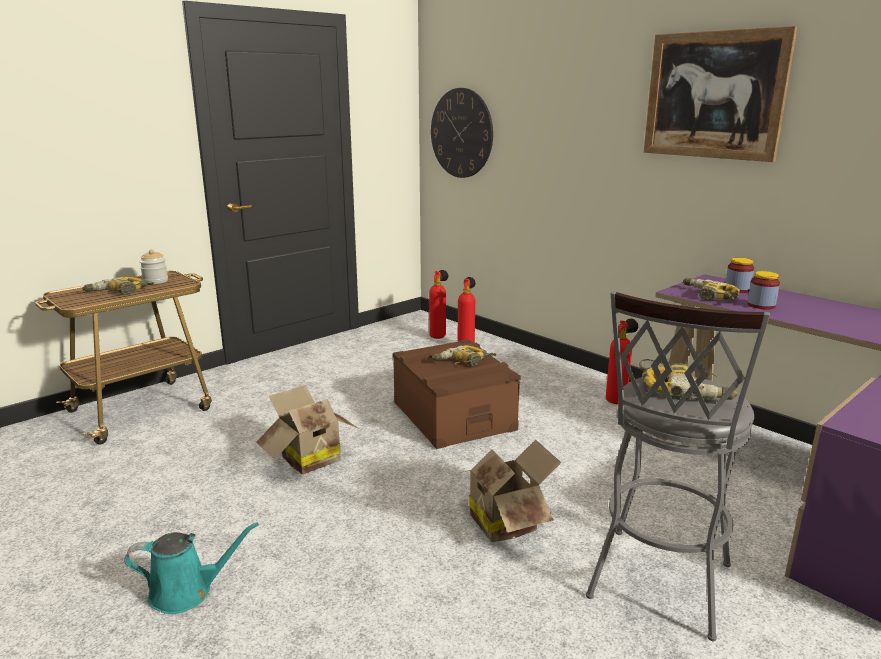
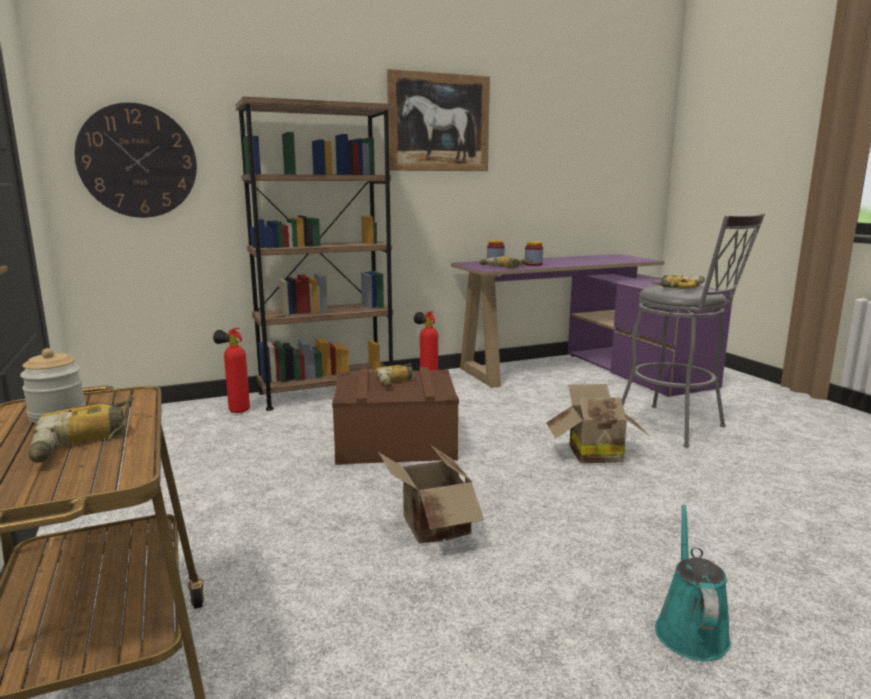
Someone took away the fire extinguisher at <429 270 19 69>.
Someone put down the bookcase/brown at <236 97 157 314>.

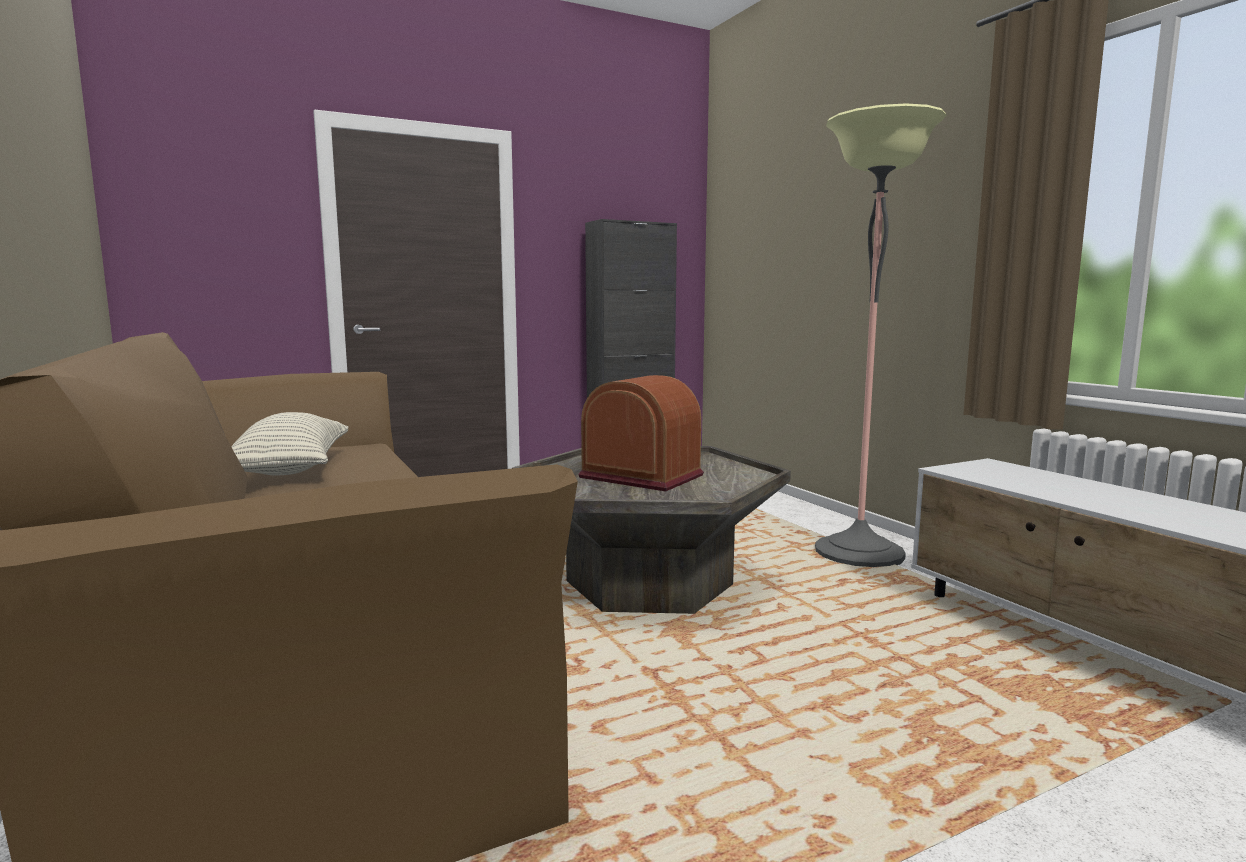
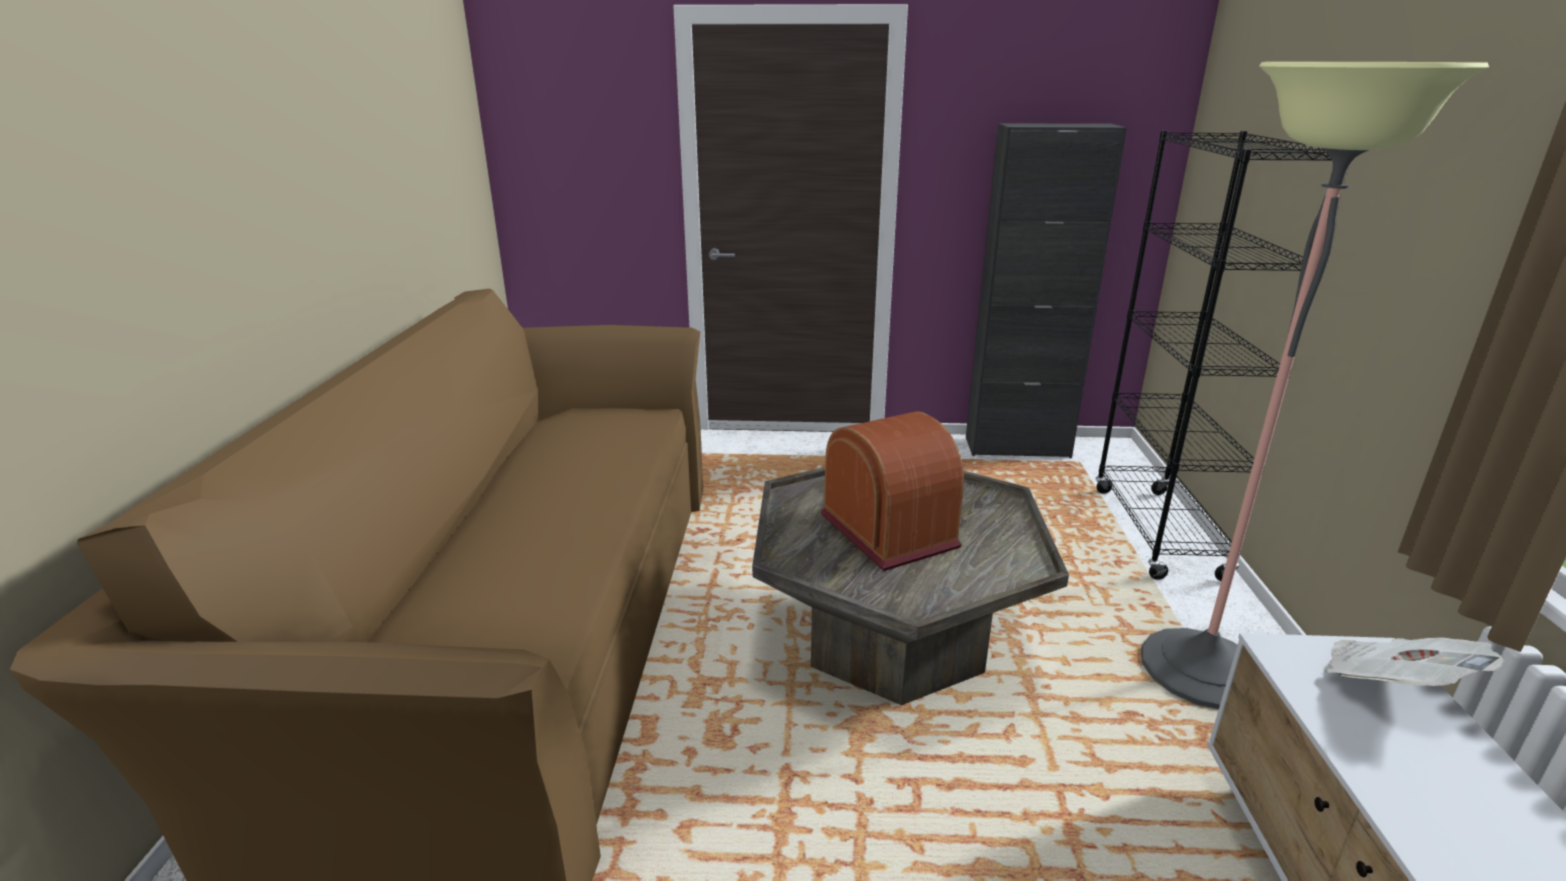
Someone took away the pillow at <231 412 117 64>.
Someone put down the bookcase/black at <1095 131 237 450>.
Someone put down the newspaper at <1325 637 178 49>.

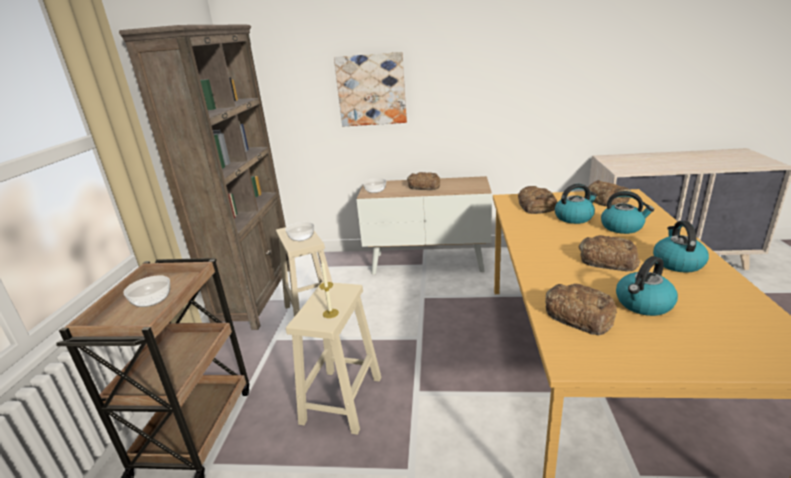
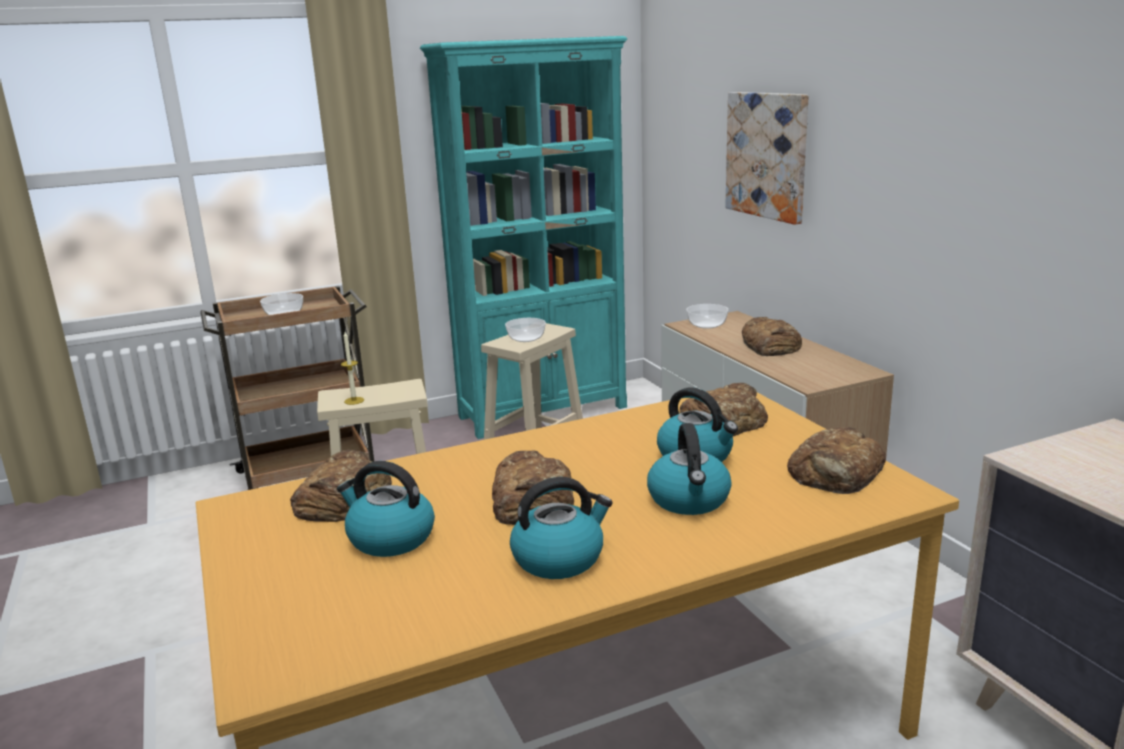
Someone repainted the bookcase/brown at <119 25 170 305>, which became the bookcase/turquoise at <420 36 207 403>.

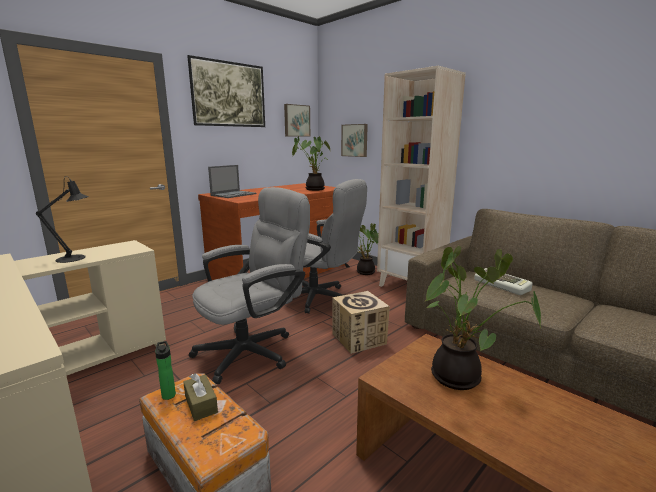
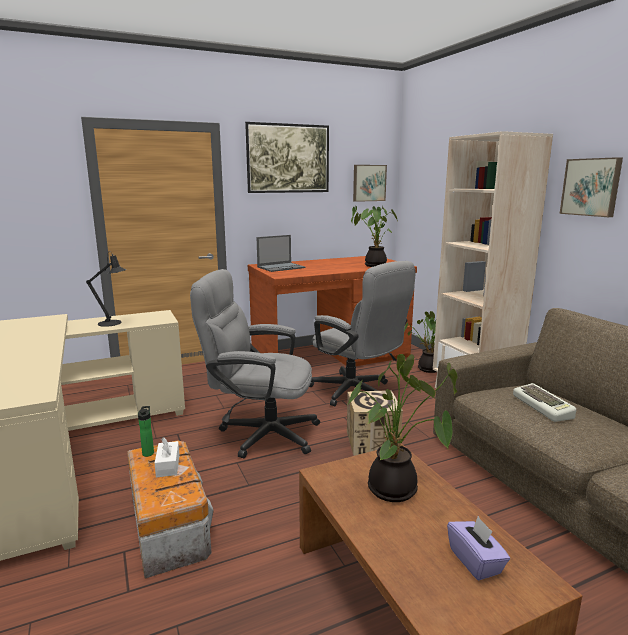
Someone put down the tissue box/purple at <447 516 63 64>.
Someone carried the picture from <341 124 27 33> to <559 157 64 60>.
Someone repainted the tissue box/brown at <183 373 35 48>, which became the tissue box/white at <155 437 24 40>.
Someone rotated the office chair/grey at <189 187 121 197> by 150 degrees counterclockwise.

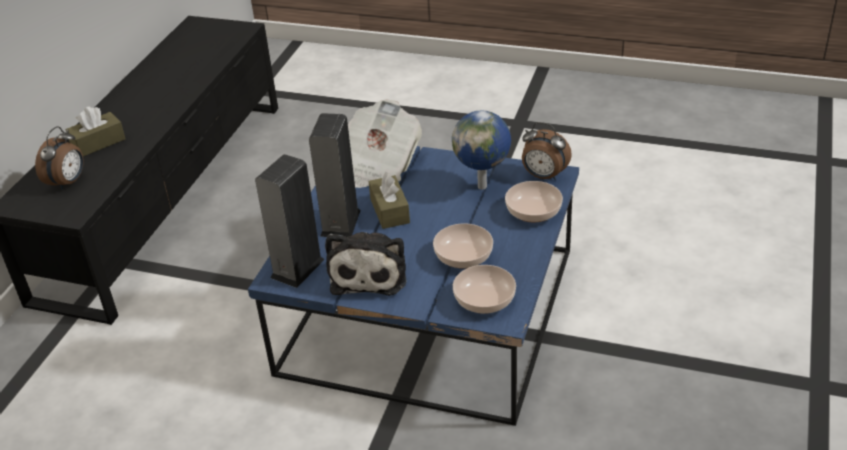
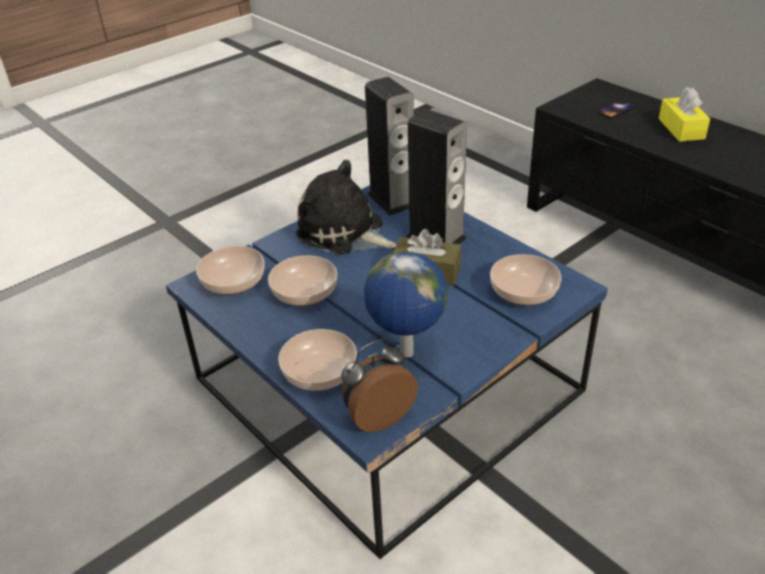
Someone swapped the alarm clock at <35 127 48 63> for the phone at <597 100 39 19>.
Someone swapped the newspaper at <348 99 74 89> for the bowl at <490 254 72 52>.
Someone repainted the tissue box/brown at <66 106 60 50>, which became the tissue box/yellow at <659 87 51 55>.

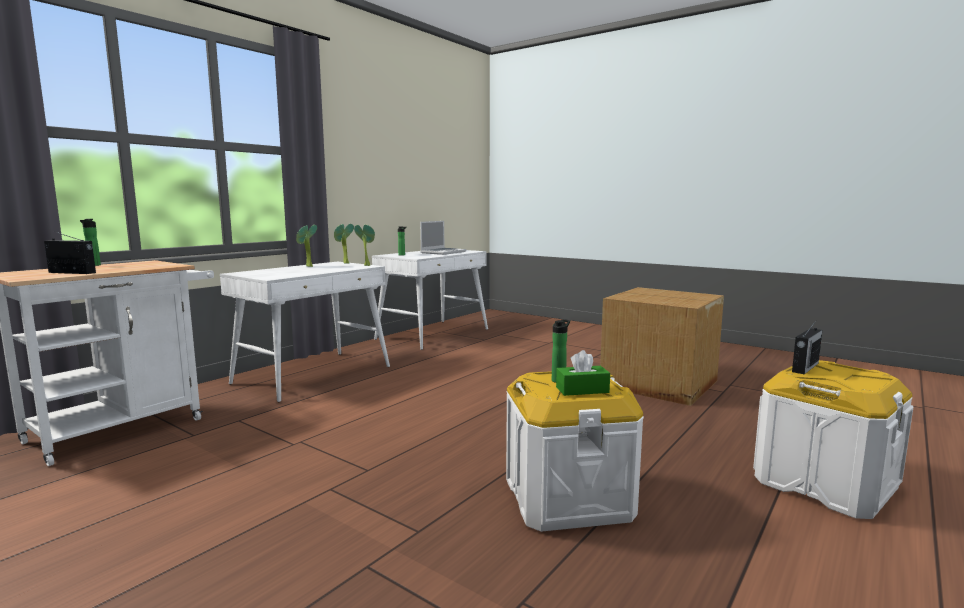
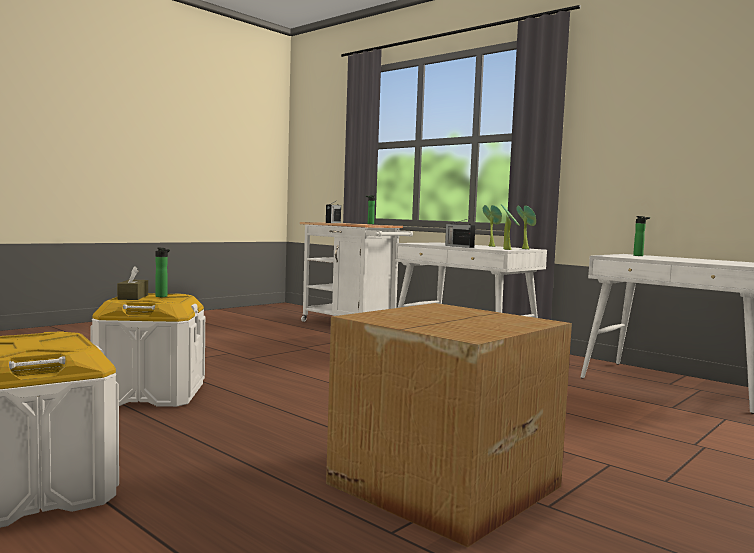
Someone took away the laptop at <420 221 46 34>.
Someone carried the radio from <792 321 30 53> to <445 218 30 30>.
Someone repainted the tissue box/green at <556 350 54 46>, which became the tissue box/brown at <117 266 31 34>.

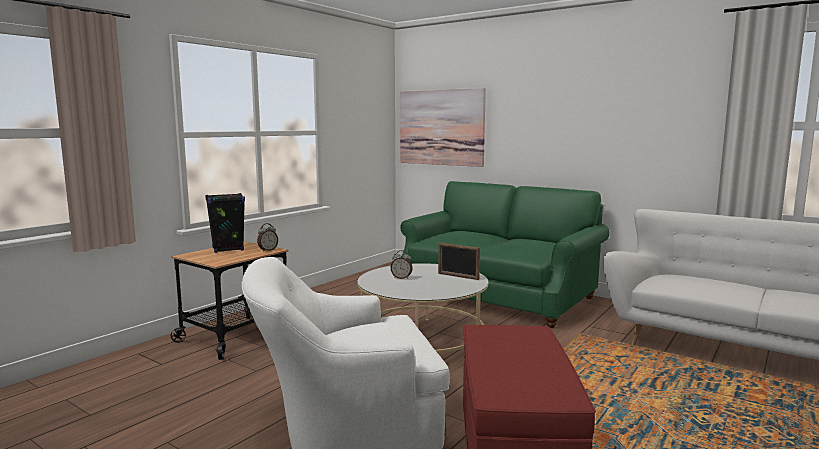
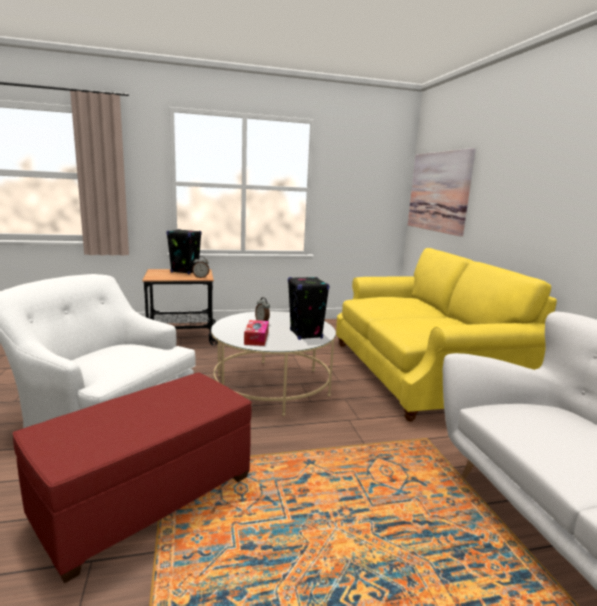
Someone put down the tissue box at <244 320 25 26>.
Someone swapped the picture frame at <438 243 42 37> for the speaker/black at <288 277 41 63>.
Someone repainted the sofa/green at <400 181 210 147>, which became the sofa/yellow at <336 248 221 174>.

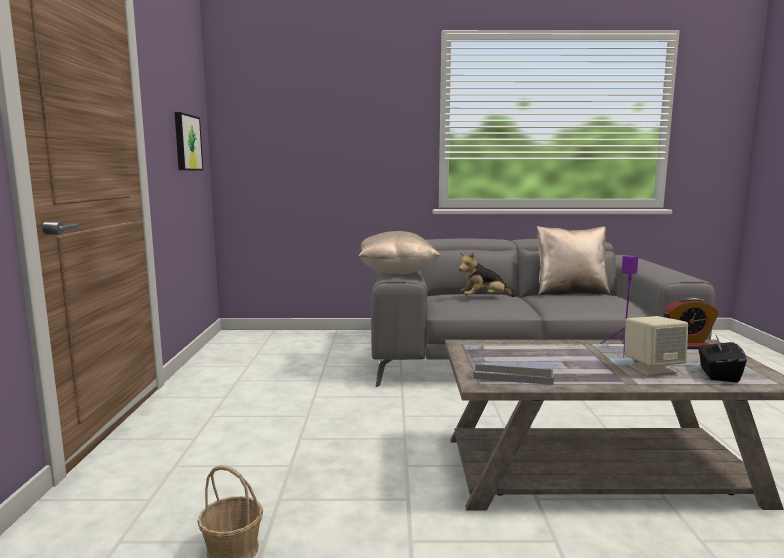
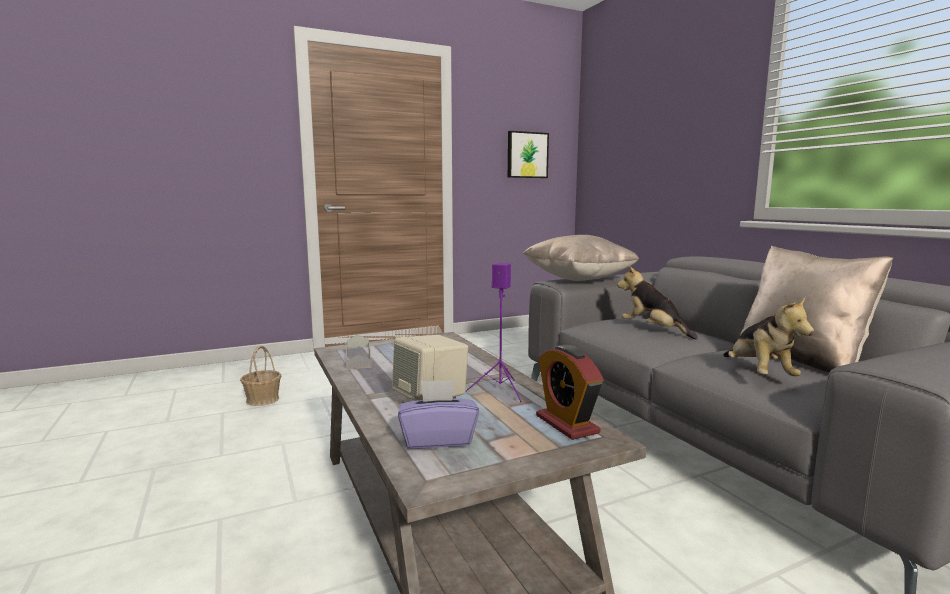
Someone put down the plush toy at <723 297 91 79>.
Someone repainted the tissue box/black at <698 335 49 47>, which became the tissue box/purple at <398 380 81 69>.

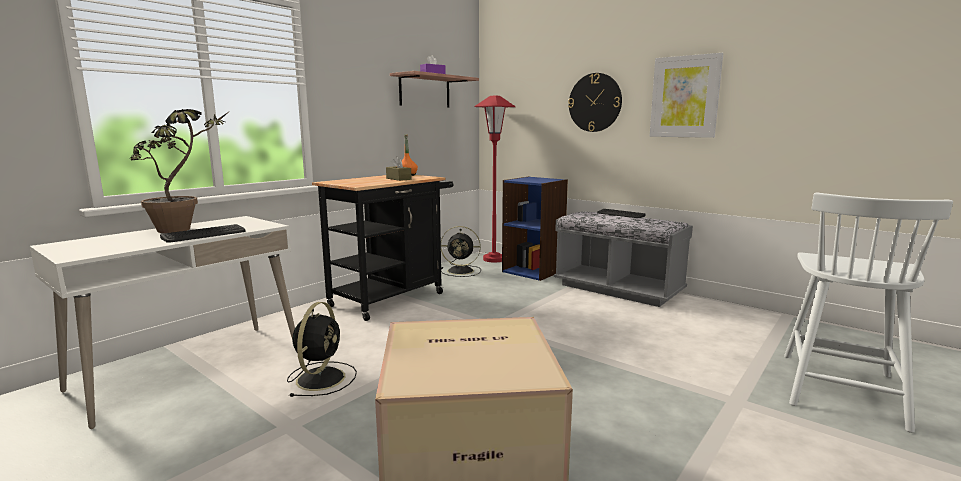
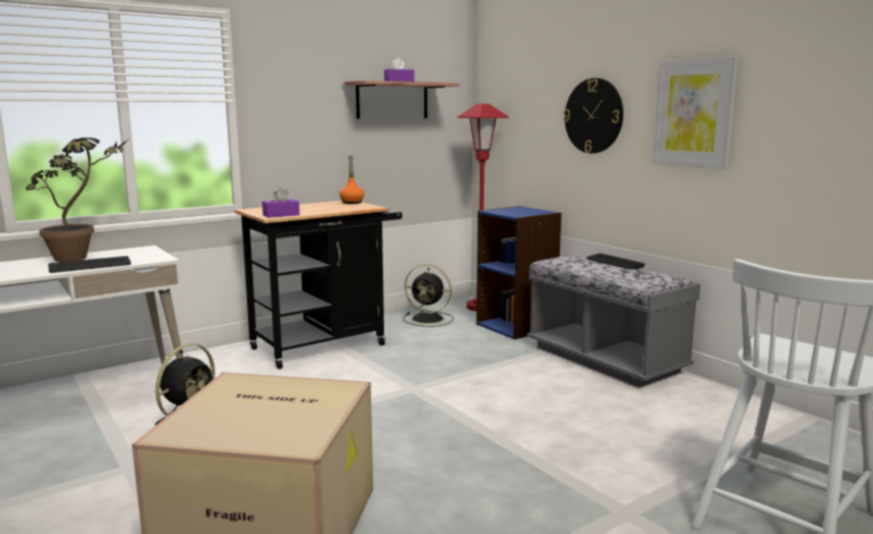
Someone took away the tissue box/brown at <386 156 25 25>.
Someone put down the tissue box/purple at <262 187 38 31>.

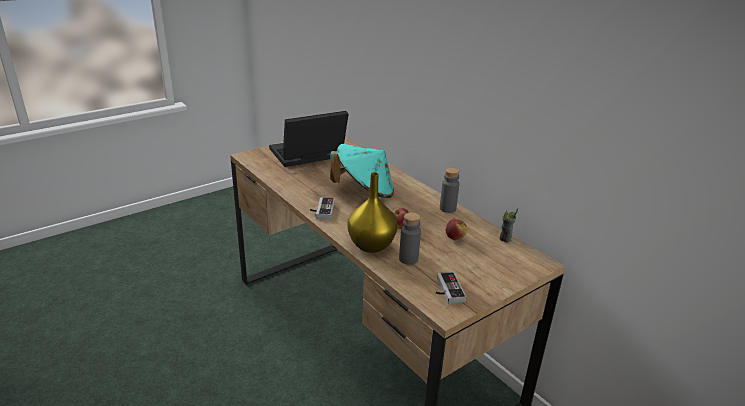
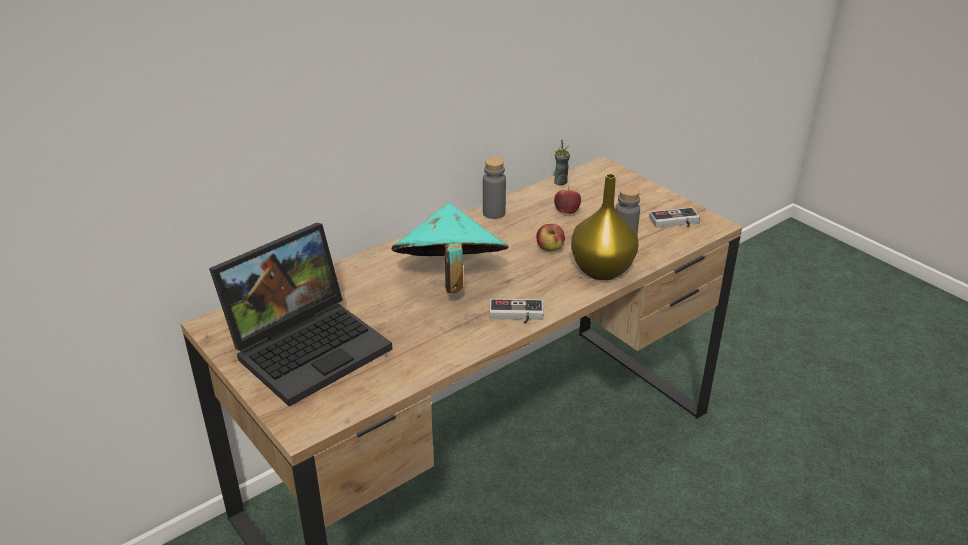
Someone rotated the laptop at <269 111 79 56> by 105 degrees counterclockwise.

